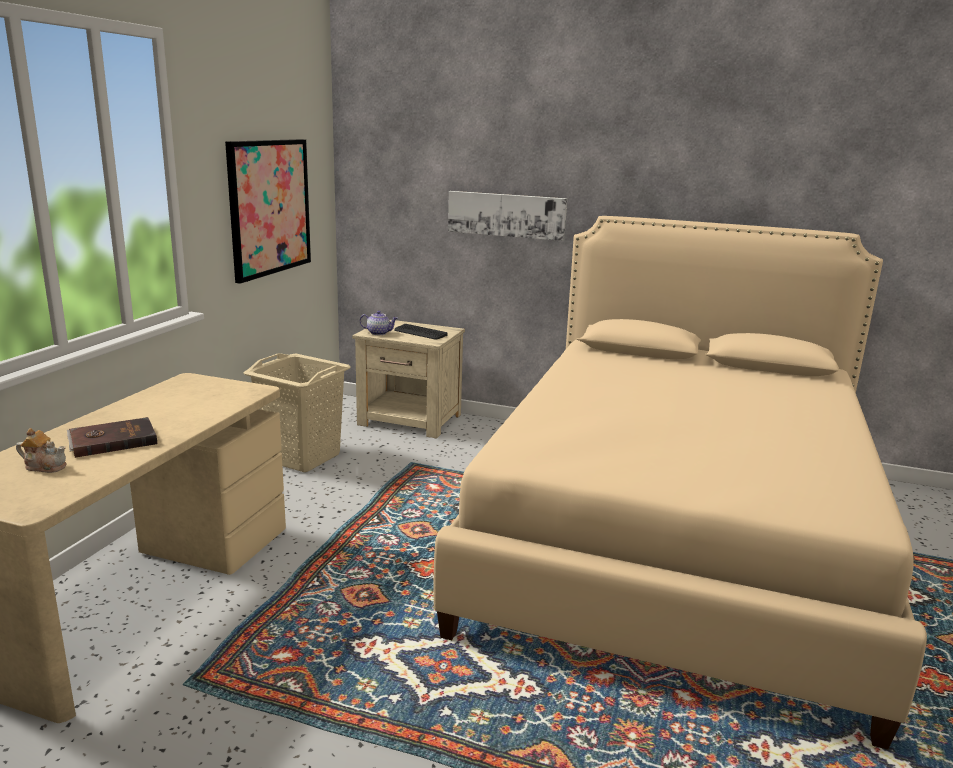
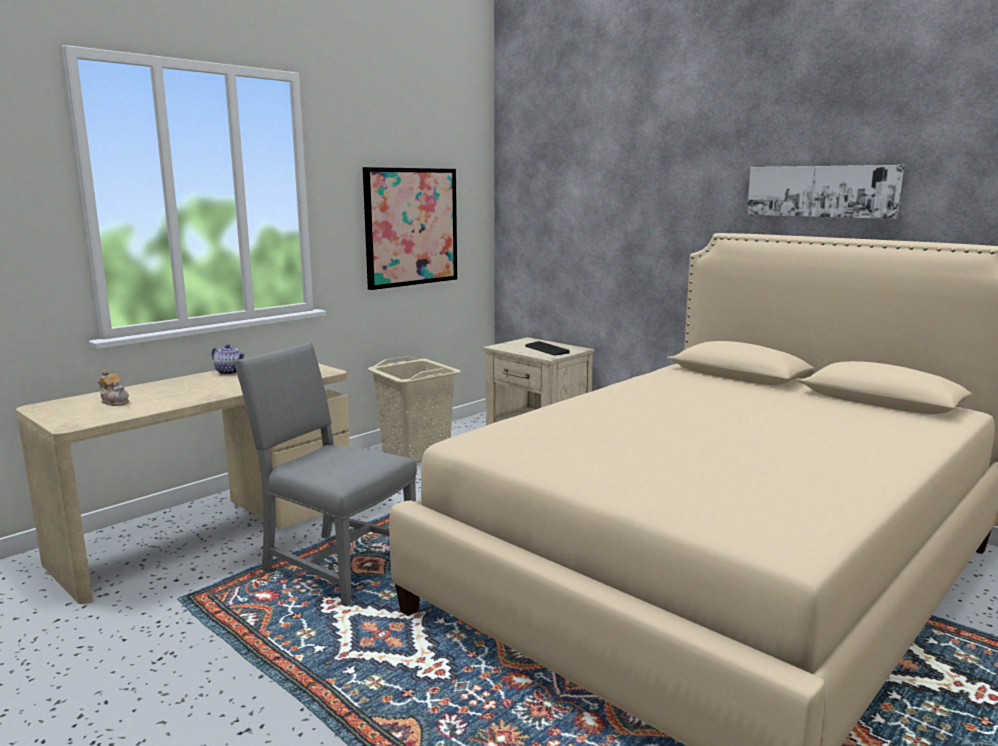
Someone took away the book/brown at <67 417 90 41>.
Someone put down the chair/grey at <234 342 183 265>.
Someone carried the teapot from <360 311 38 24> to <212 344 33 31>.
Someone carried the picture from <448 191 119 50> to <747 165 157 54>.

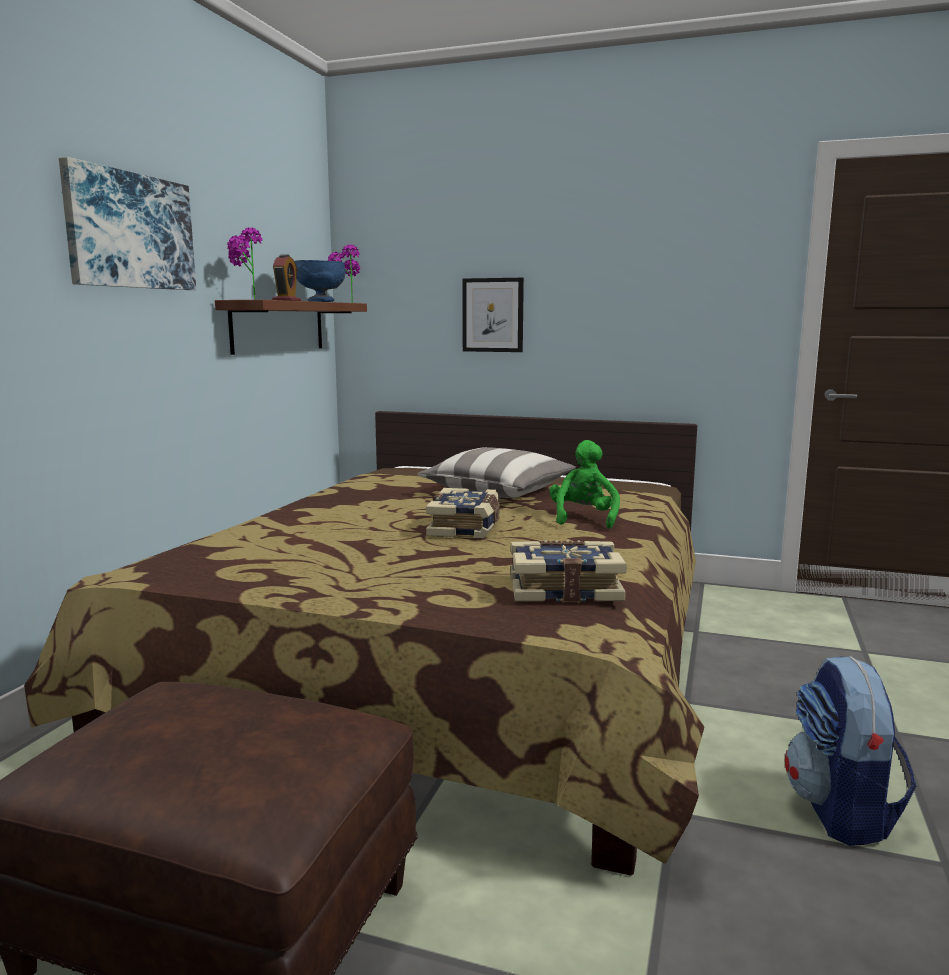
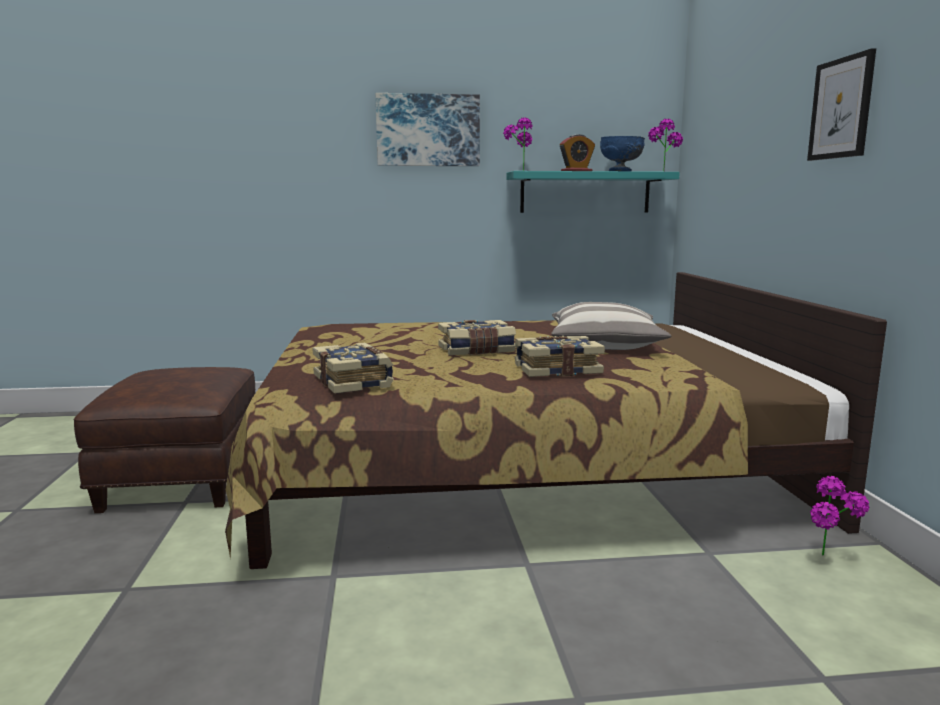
Someone took away the backpack at <785 656 131 190>.
Someone put down the potted plant at <810 476 59 79>.
Someone carried the picture from <462 278 62 74> to <807 48 69 113>.
Someone swapped the plush toy/green at <549 440 71 89> for the book at <515 336 90 41>.
Someone repainted the shelf/brown at <215 300 152 55>, which became the shelf/turquoise at <506 171 174 42>.

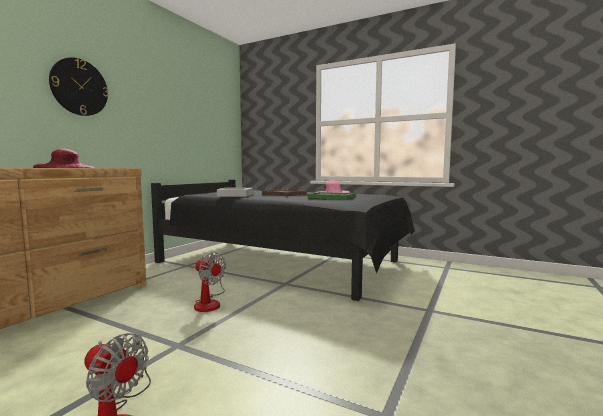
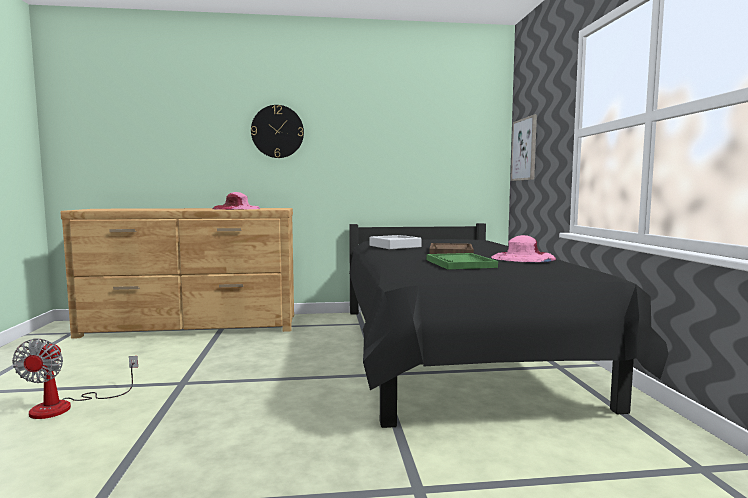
Someone took away the fan at <194 253 32 59>.
Someone put up the picture at <511 115 26 66>.

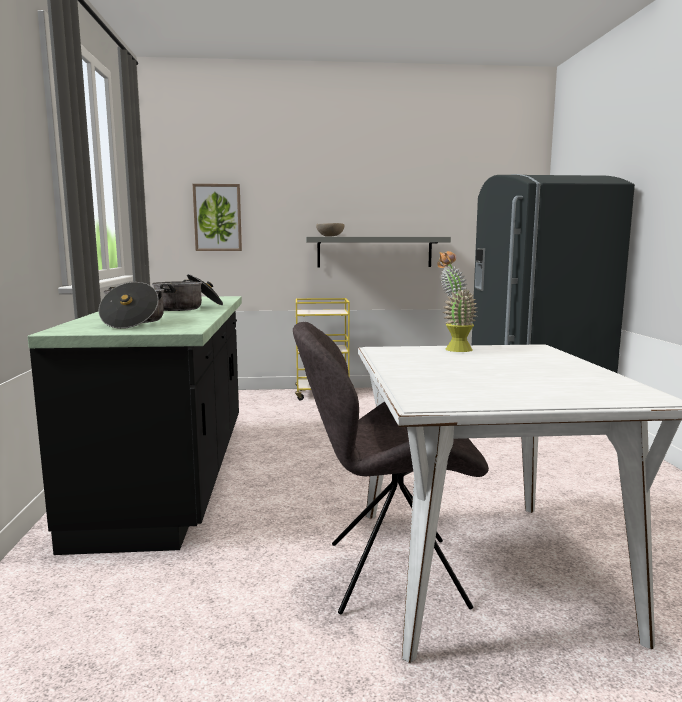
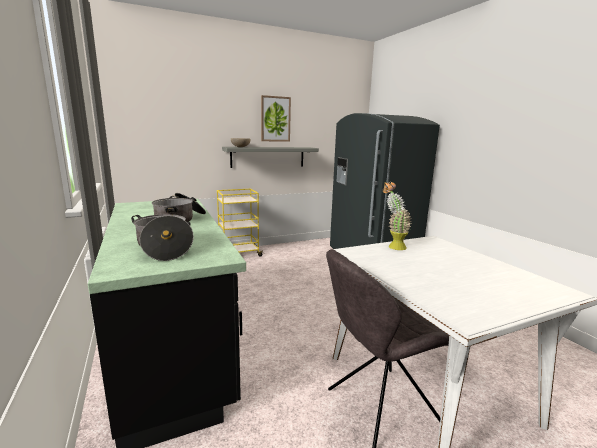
Someone carried the picture from <193 184 49 67> to <261 95 30 47>.

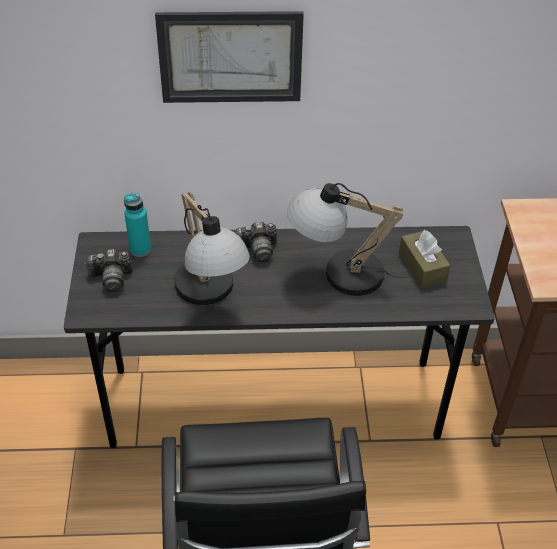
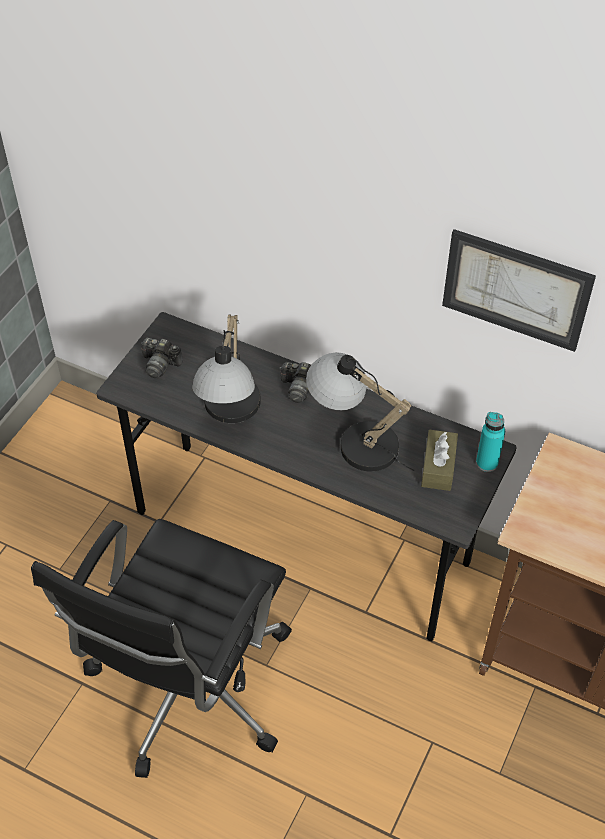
Someone carried the bottle/turquoise from <124 193 27 64> to <476 412 29 60>.
Someone carried the picture from <155 11 149 92> to <442 229 154 123>.

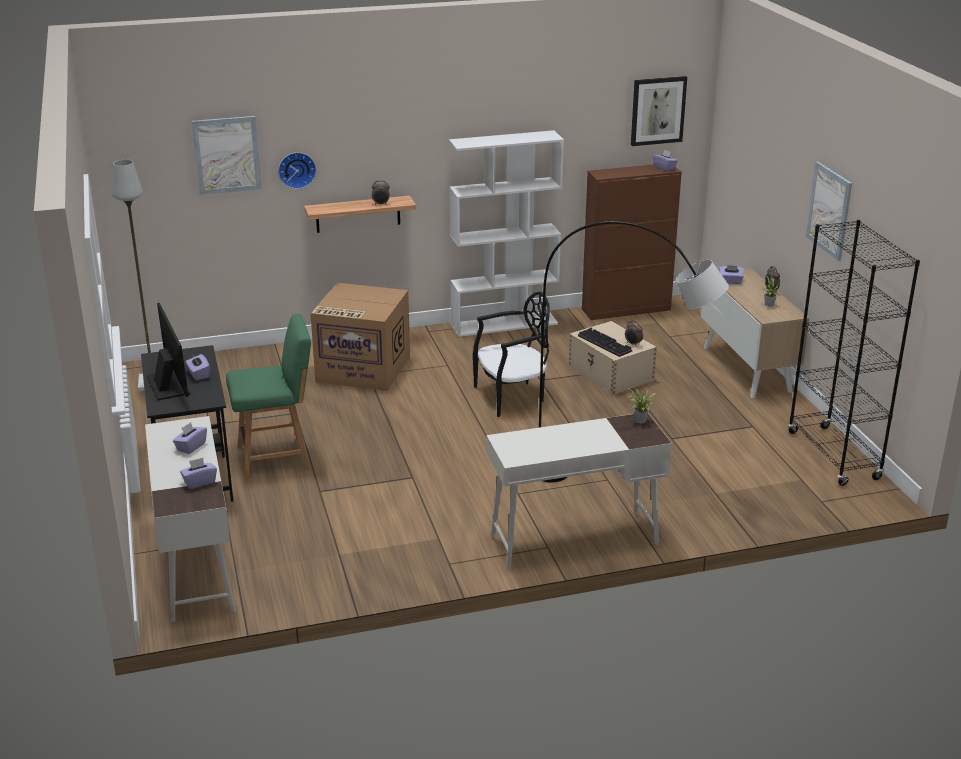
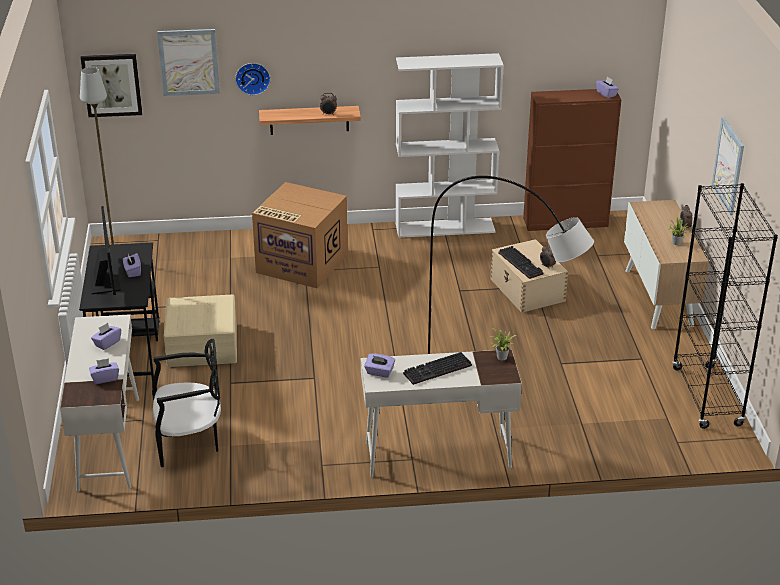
Someone put down the keyboard at <403 352 69 33>.
Someone carried the chair/black from <473 292 77 125> to <152 339 69 128>.
Someone carried the picture from <631 76 56 70> to <81 54 61 63>.
Someone carried the tissue box/purple from <719 265 25 19> to <364 353 31 25>.
Someone swapped the chair/green at <226 314 85 165> for the storage box/beige at <164 294 73 73>.

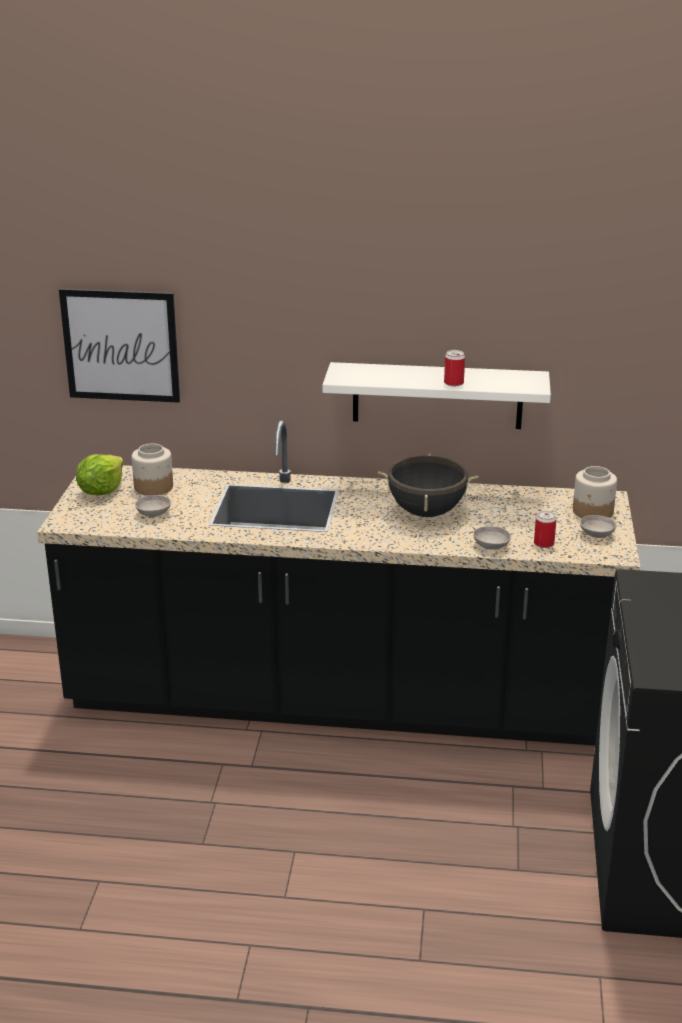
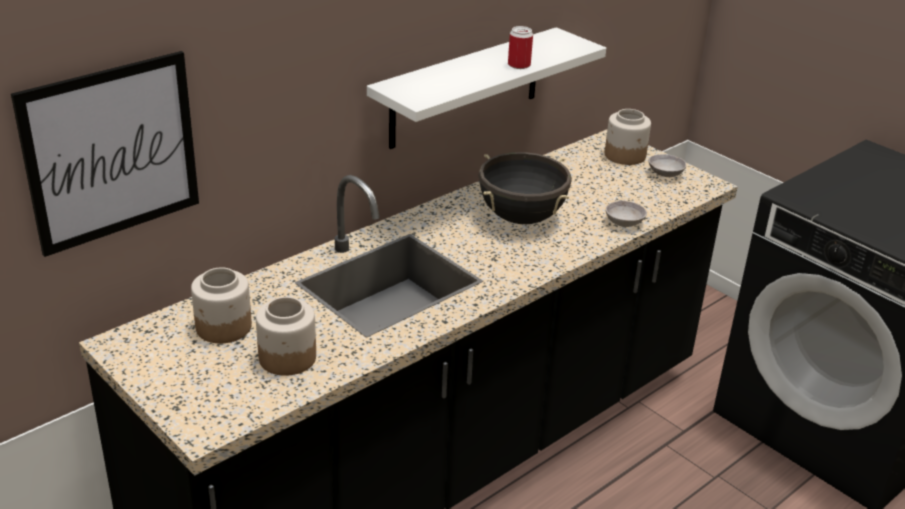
Someone took away the lettuce at <76 454 48 41>.
Someone took away the can at <534 511 23 37>.
Someone swapped the bowl/grey at <135 495 36 22> for the jar at <256 297 60 79>.

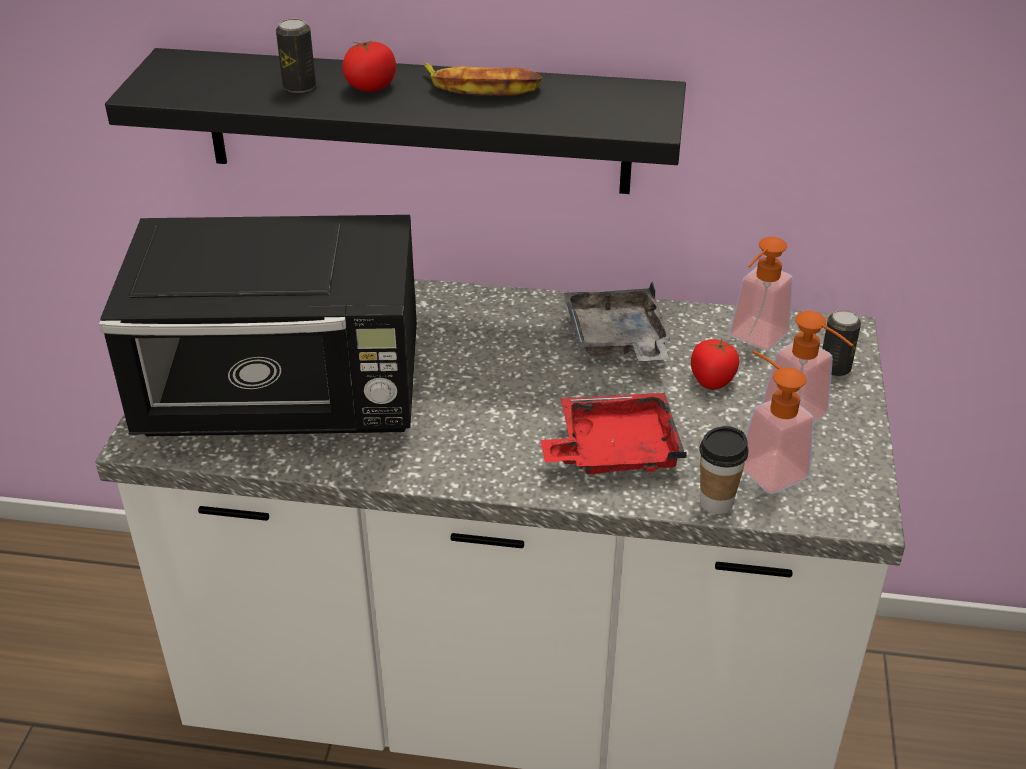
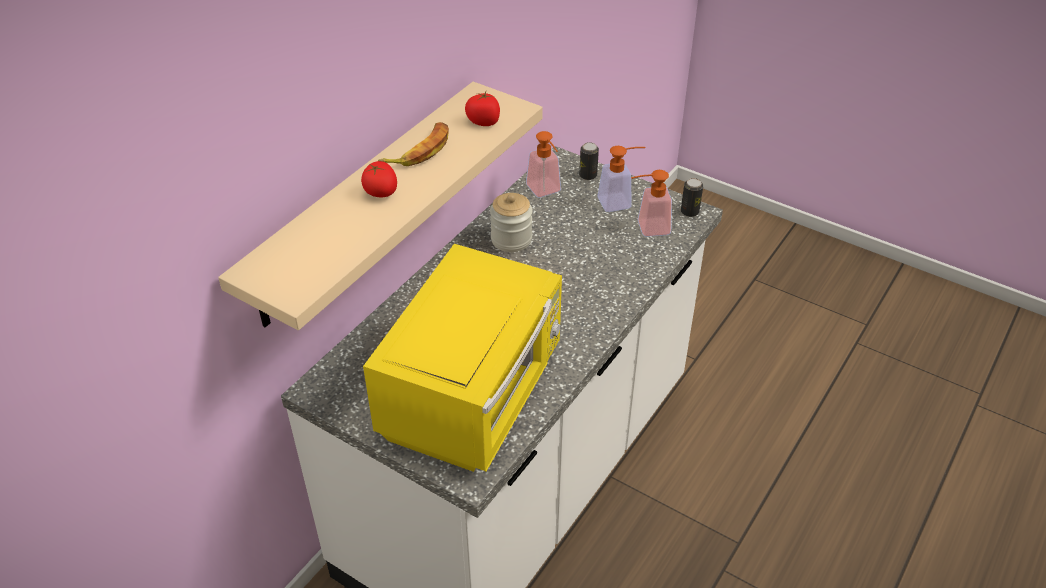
Someone took away the tray/red at <541 393 146 81>.
Someone took away the cup at <699 426 49 88>.
Someone carried the can from <276 19 40 74> to <681 178 22 39>.
Someone carried the tomato from <691 339 49 51> to <465 92 35 34>.
Someone swapped the tray/grey at <564 282 108 79> for the jar at <490 193 43 59>.
Someone repainted the microwave/black at <99 215 318 221>, which became the microwave/yellow at <363 244 199 228>.
Someone repainted the shelf/black at <105 48 581 146>, which became the shelf/beige at <218 82 325 248>.

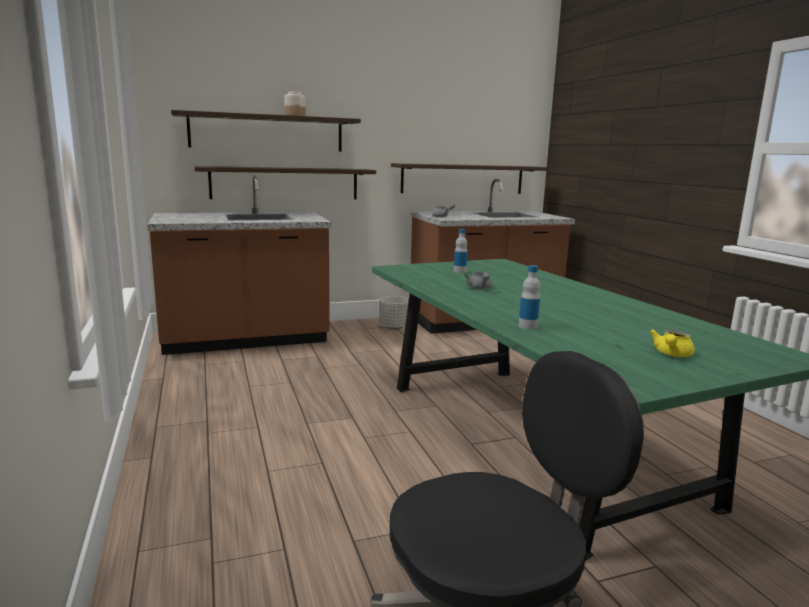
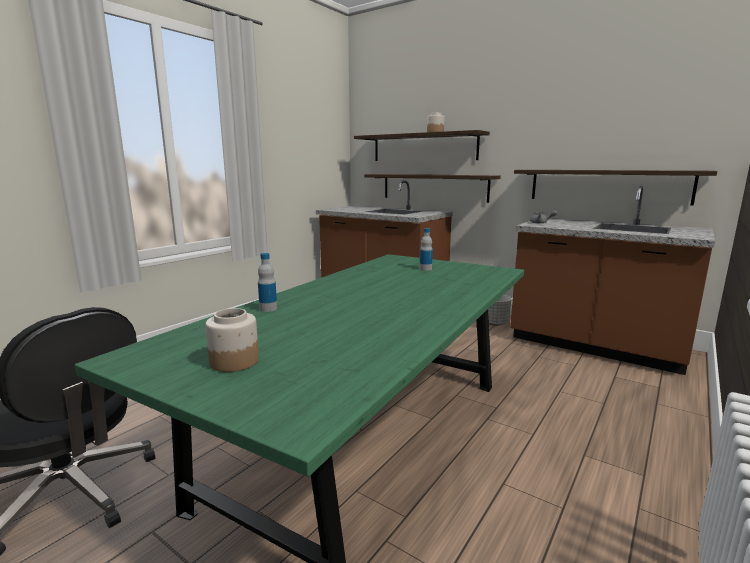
Someone took away the teapot/grey at <464 272 28 17>.
Someone swapped the teapot/yellow at <650 329 45 28> for the jar at <205 308 54 64>.

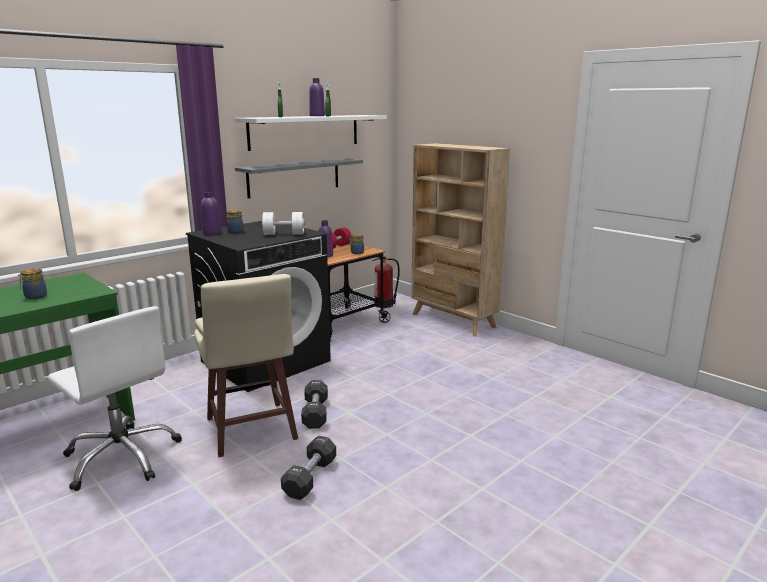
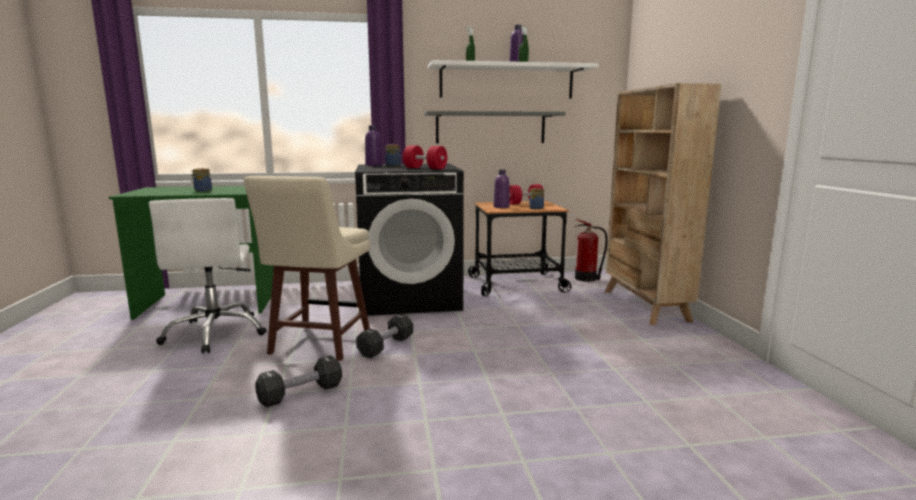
Someone repainted the dumbbell/white at <262 212 43 23>, which became the dumbbell/red at <403 145 45 24>.

